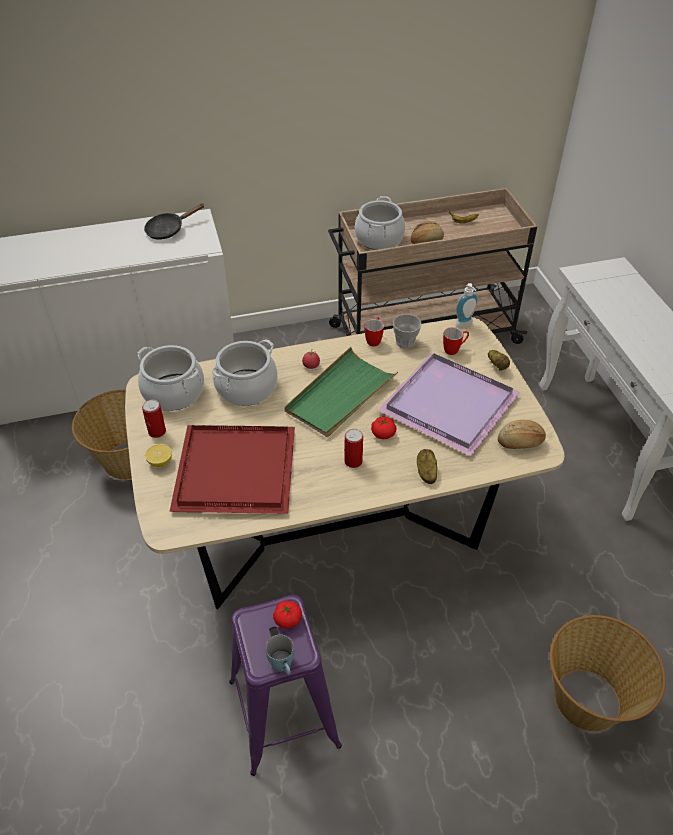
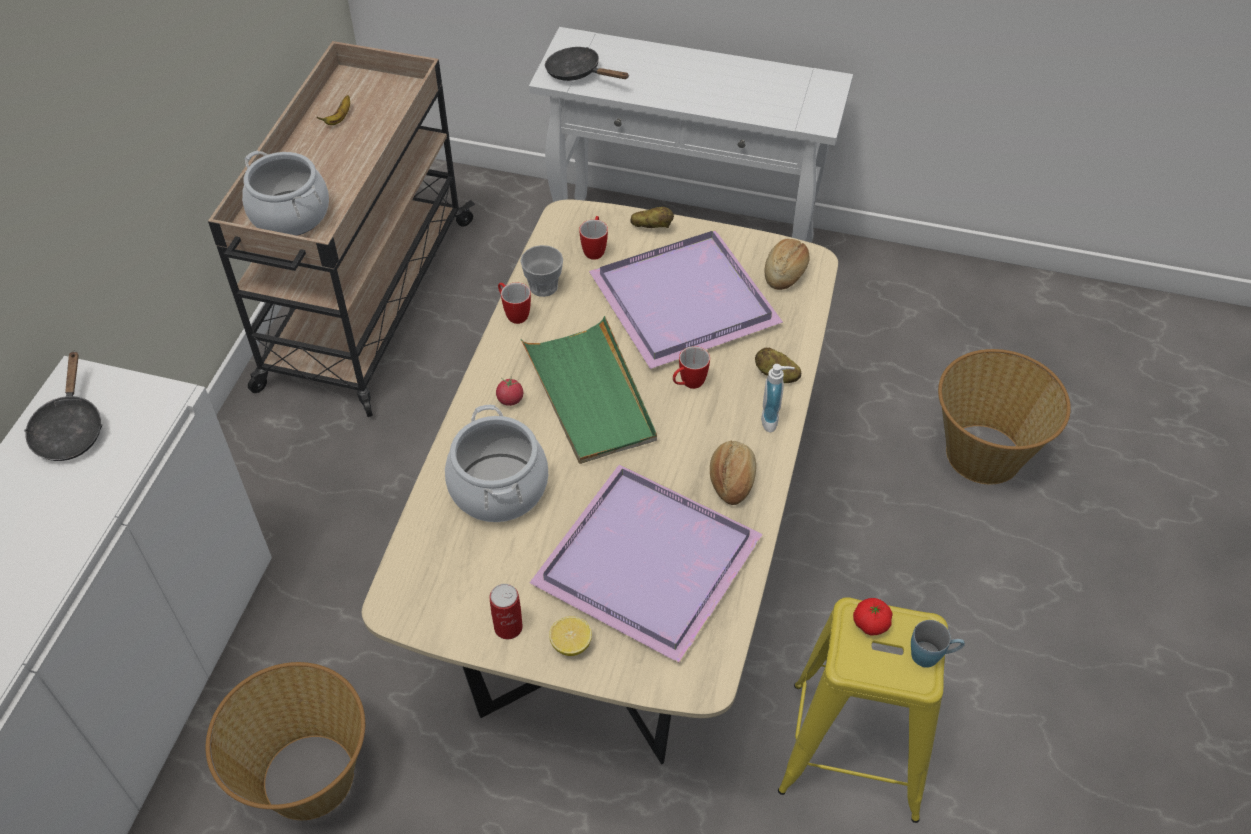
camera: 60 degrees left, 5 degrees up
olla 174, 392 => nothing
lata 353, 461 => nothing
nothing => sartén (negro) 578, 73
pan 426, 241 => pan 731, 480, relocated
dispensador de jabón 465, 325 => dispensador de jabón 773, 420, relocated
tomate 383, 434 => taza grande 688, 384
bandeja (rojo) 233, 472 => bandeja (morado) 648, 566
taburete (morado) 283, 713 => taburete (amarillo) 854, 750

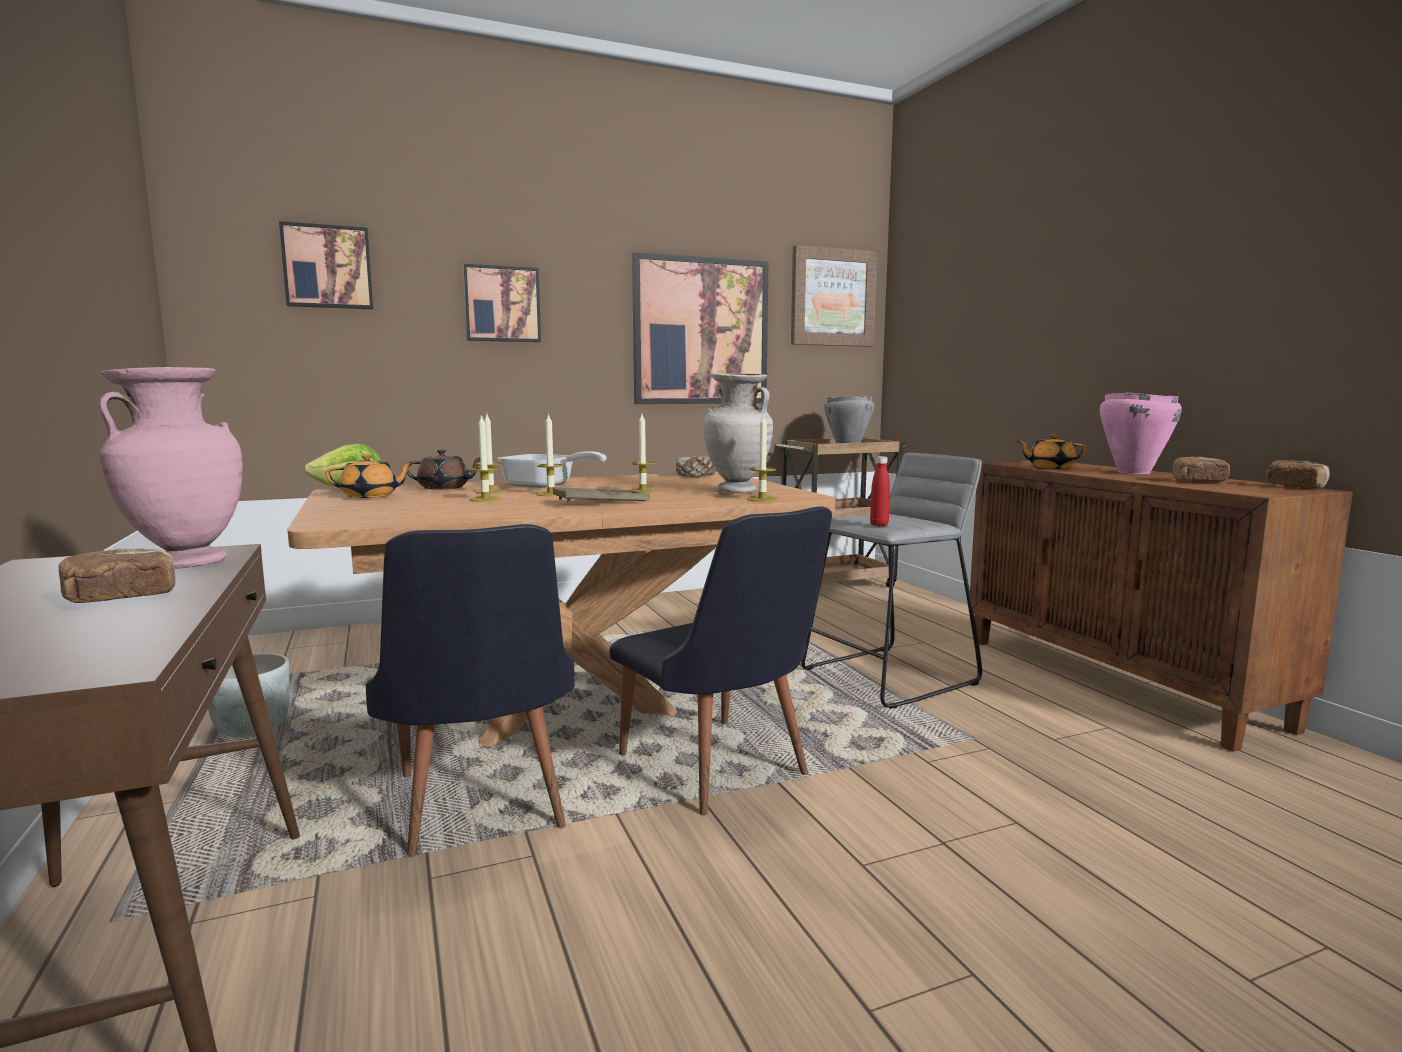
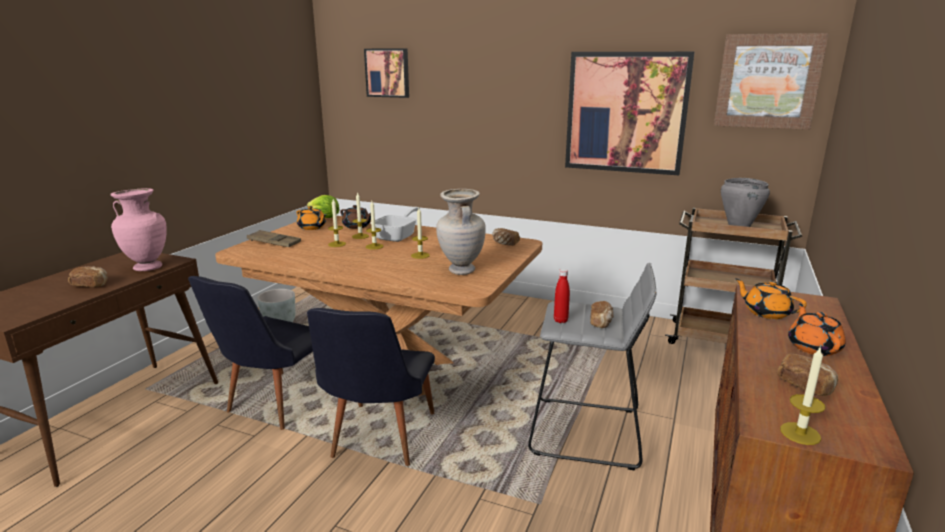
camera: 45 degrees right, 10 degrees up
cuadro 502, 304 => nothing
bandeja (marrón) 601, 502 => bandeja (marrón) 274, 242, relocated
vela 762, 499 => vela 800, 433, relocated
pan 1295, 487 => pan 601, 322, relocated
olla (rosa) 1132, 472 => tetera (naranja) 813, 347
sartén 545, 486 => sartén 398, 236, 135 degrees counterclockwise

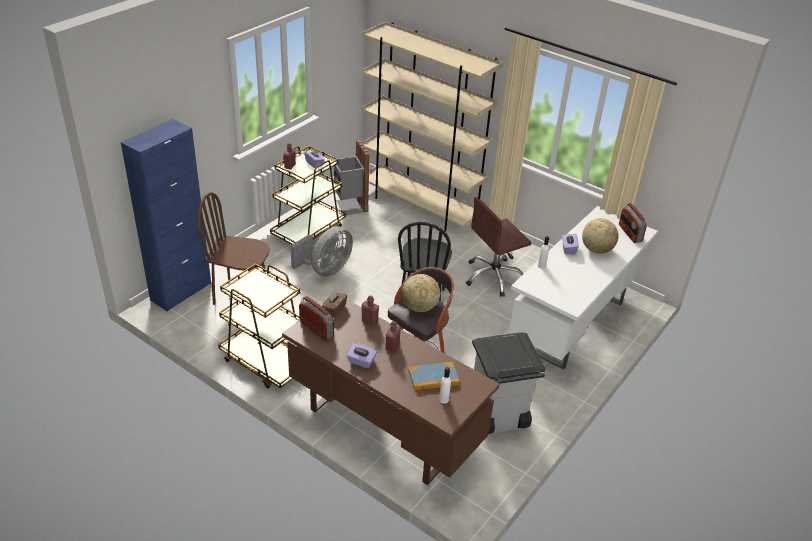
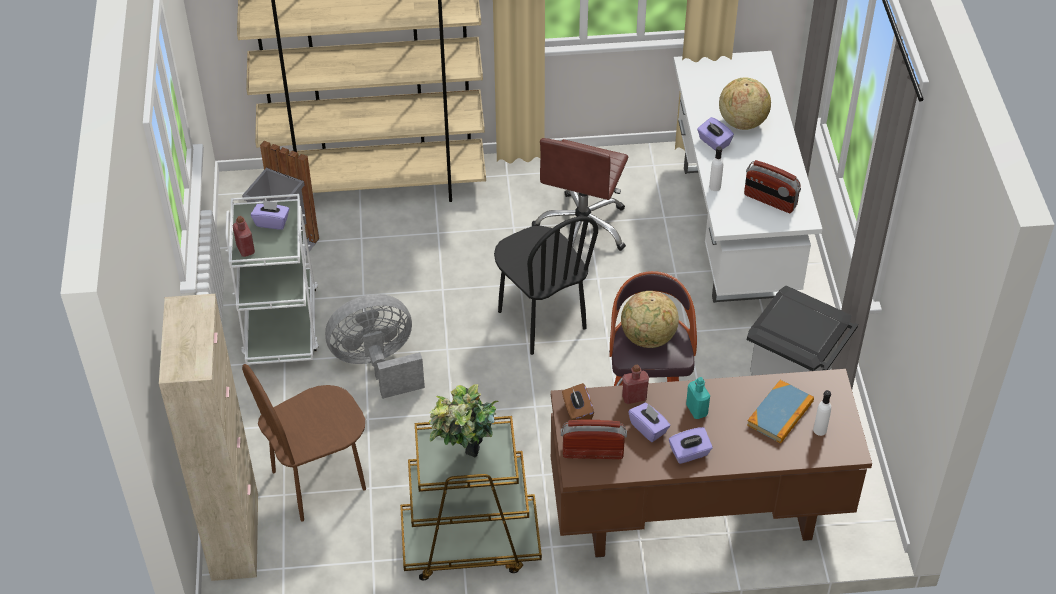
camera: 40 degrees left, 10 degrees up
nothing => planta en maceta 464, 466
nothing => caja de pañuelos (morado) 648, 428
radio 629, 233 => radio 770, 200, relocated
armario (azul) 181, 292 => armario (beis) 235, 537
carrito (marrón) 309, 231 => carrito (blanco) 281, 324
botella (rojo) 392, 347 => botella (turquesa) 696, 410
ventilador (gris) 325, 270 => ventilador (gris) 378, 365, 105 degrees counterclockwise

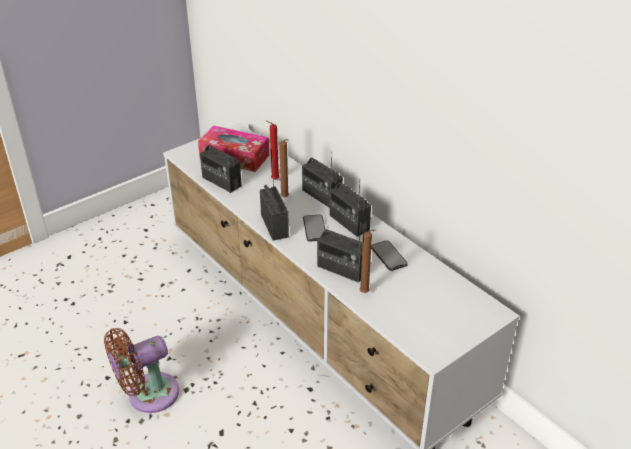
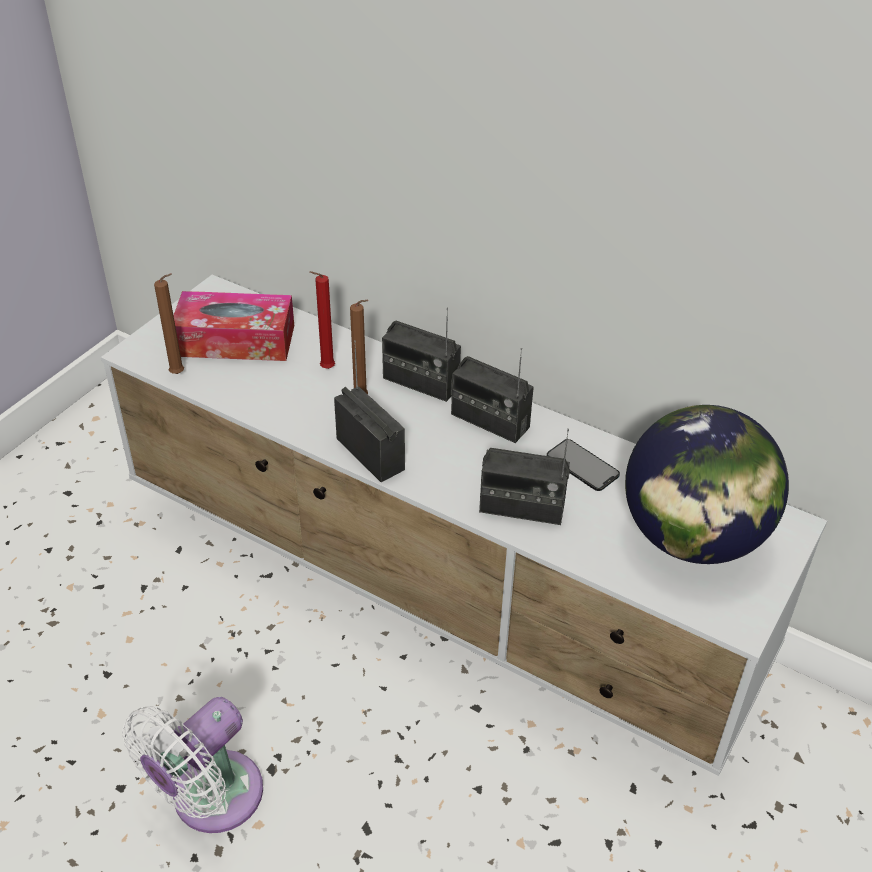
camera: 20 degrees left, 5 degrees up
radio 221, 182 => nothing
móvil 314, 228 => nothing
nothing => globo terráqueo 692, 538
vela (marrón) 365, 293 => vela (marrón) 179, 374, relocated
ventilador (marrón) 148, 395 => ventilador (blanco) 209, 799

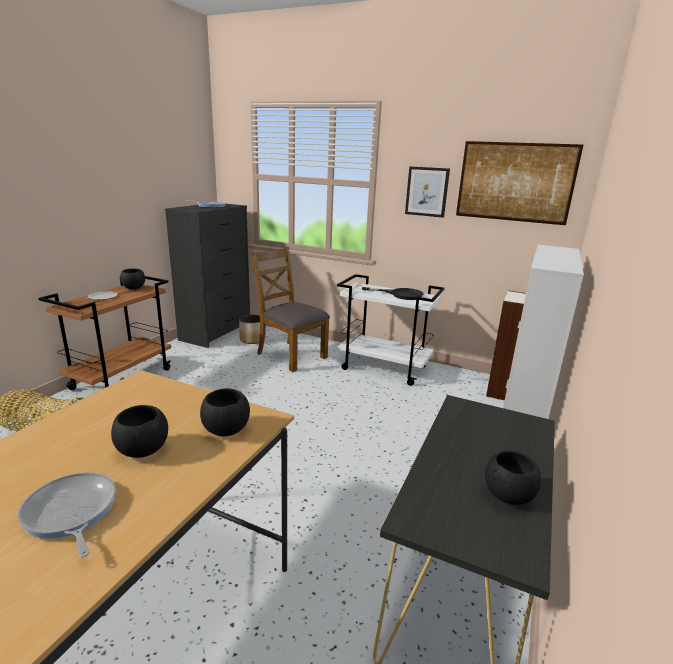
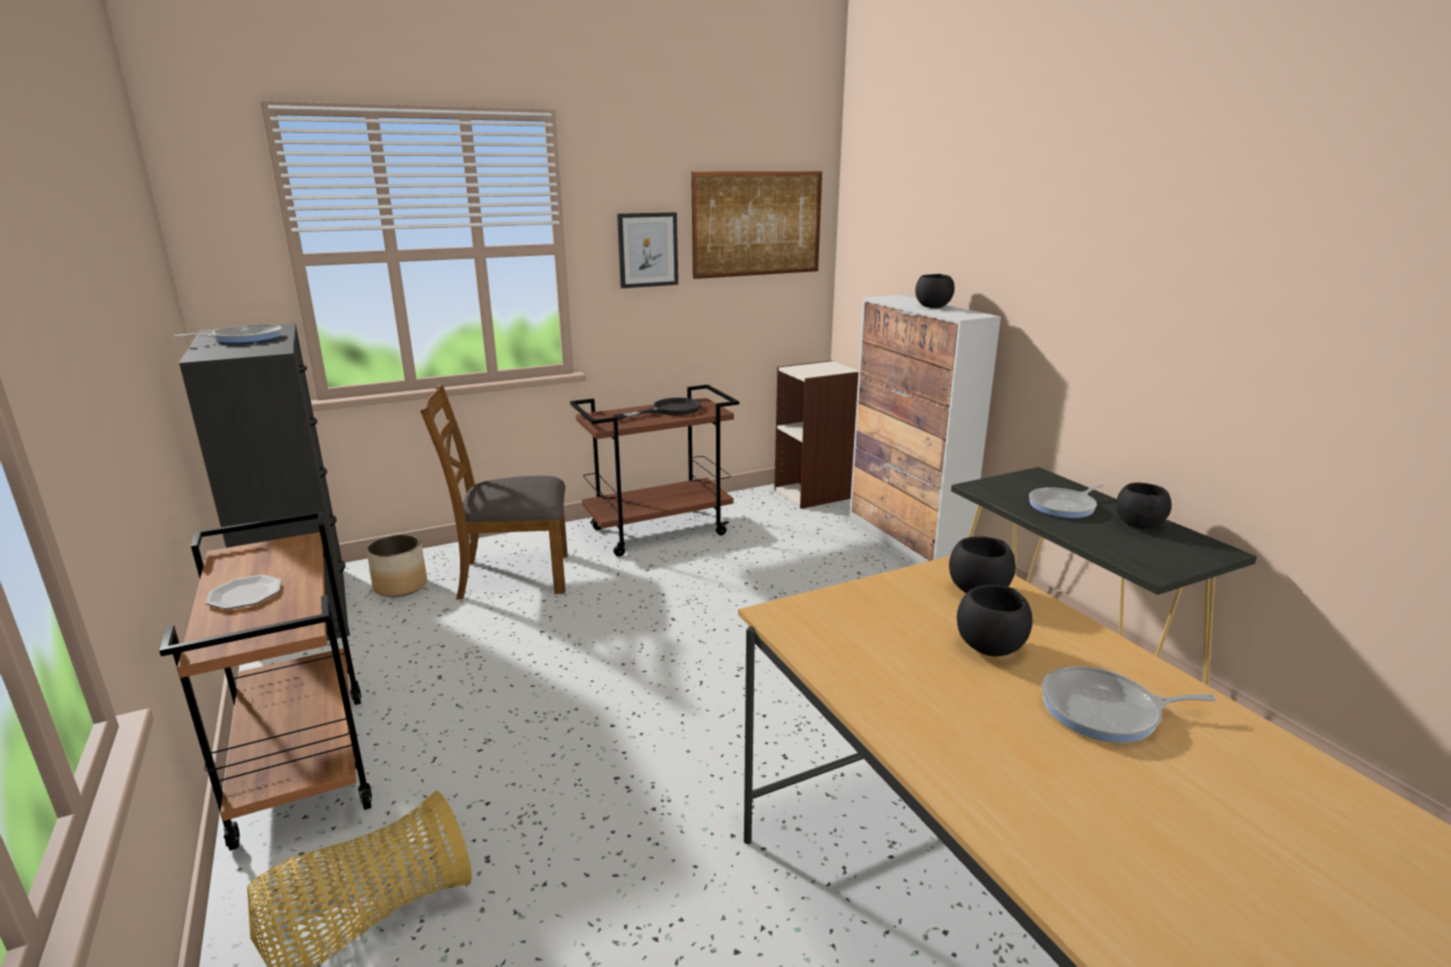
camera: 50 degrees left, 0 degrees up
nothing => sartén 1064, 506
cuenco (negro) 133, 288 => cuenco (negro) 932, 306, relocated
carrito (blanco) 384, 368 => carrito (marrón) 659, 531

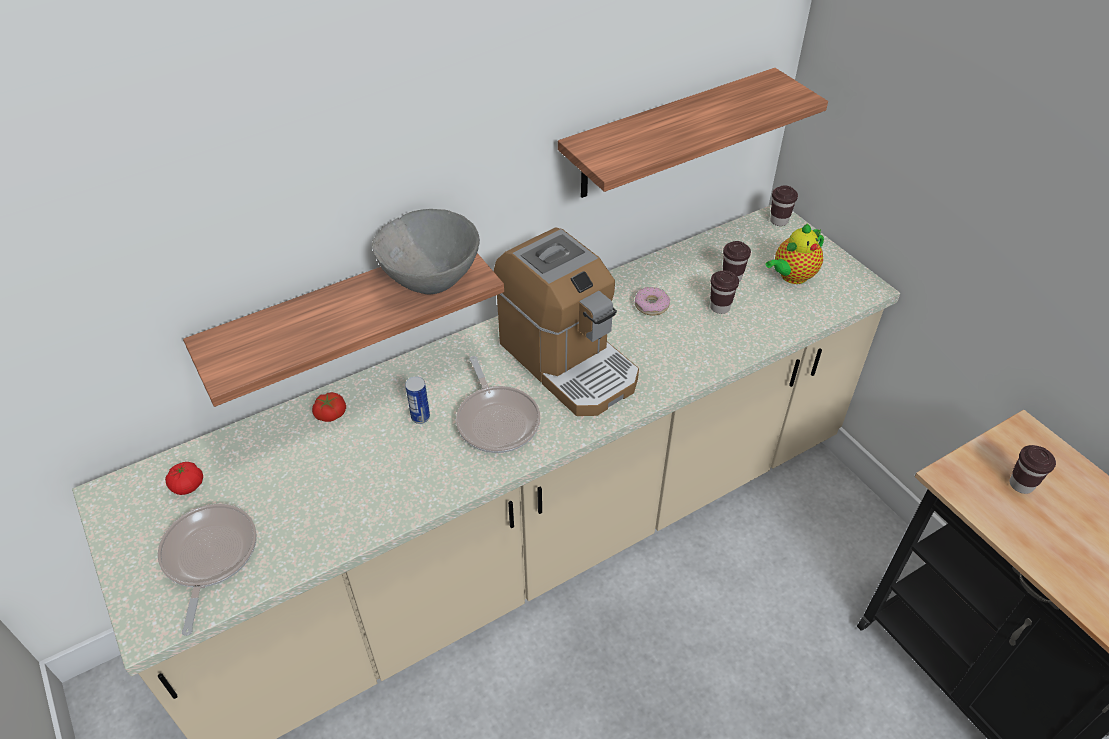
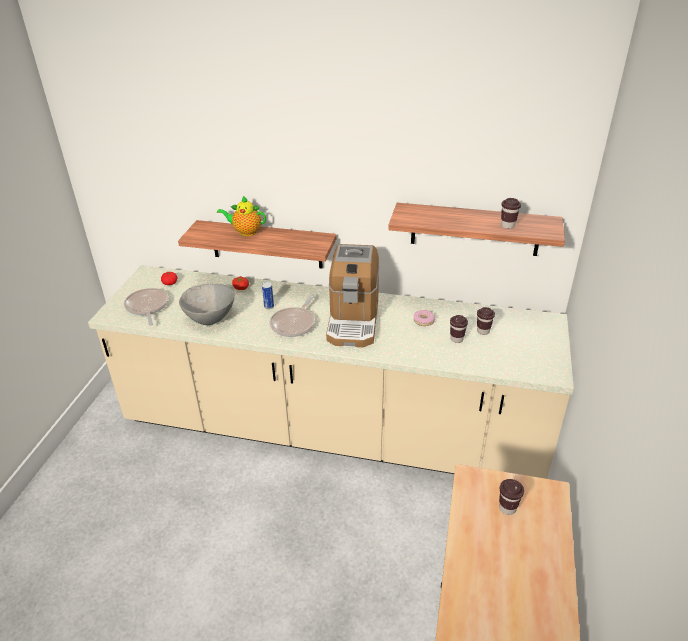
camera: 45 degrees right, 10 degrees down
cuenco (gris) 431, 280 => cuenco (gris) 210, 319, relocated
tetera 792, 276 => tetera 245, 232, relocated
taza (marrón) 779, 221 => taza (marrón) 507, 226, relocated
sartén 209, 557 => sartén 147, 307, 60 degrees counterclockwise

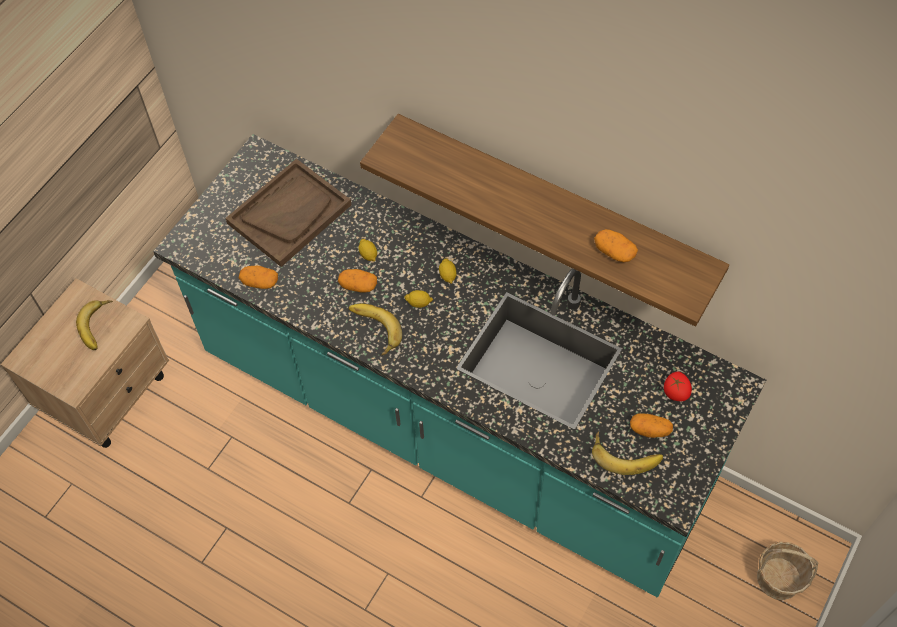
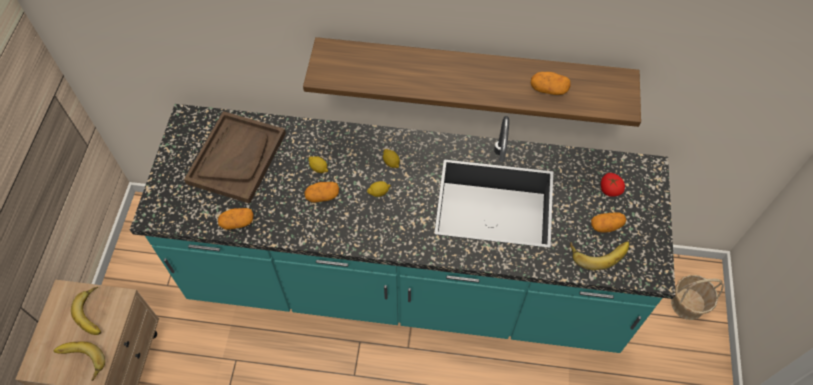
camera: 25 degrees left, 0 degrees up
plátano 373, 330 => plátano 80, 361, relocated

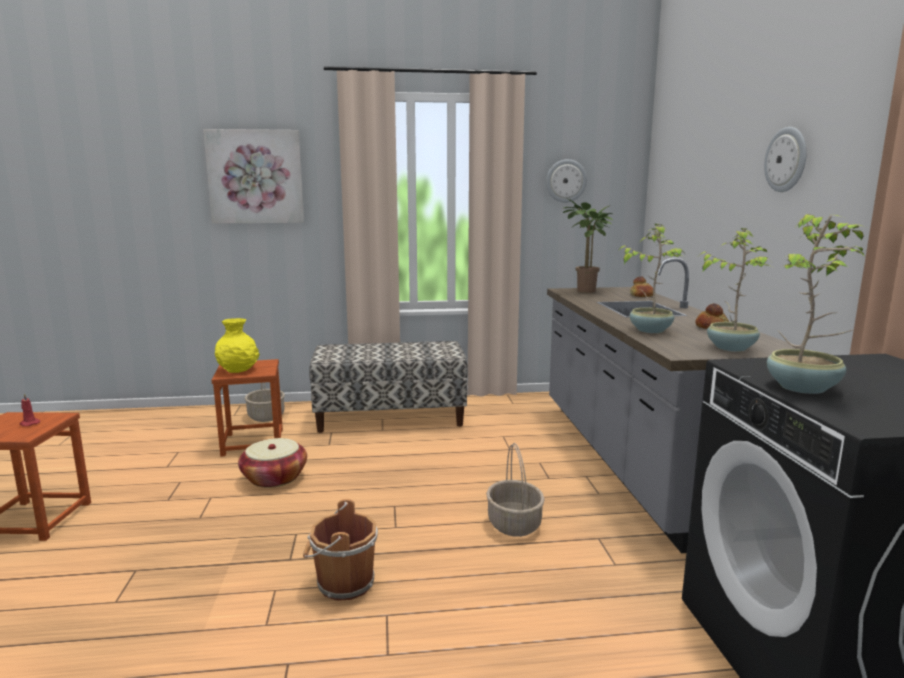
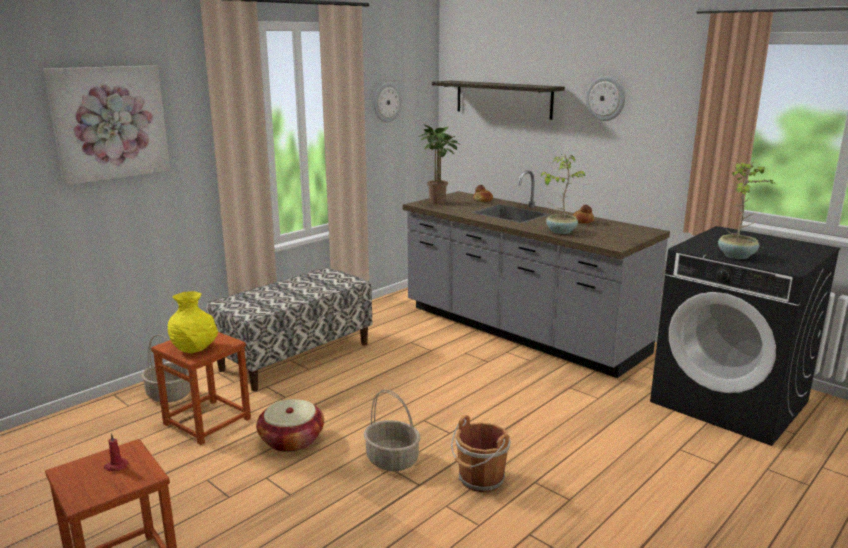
camera: 40 degrees left, 5 degrees up
planta en maceta 730, 347 => nothing
nothing => estante 503, 99
cesta 515, 524 => cesta 393, 460, relocated

